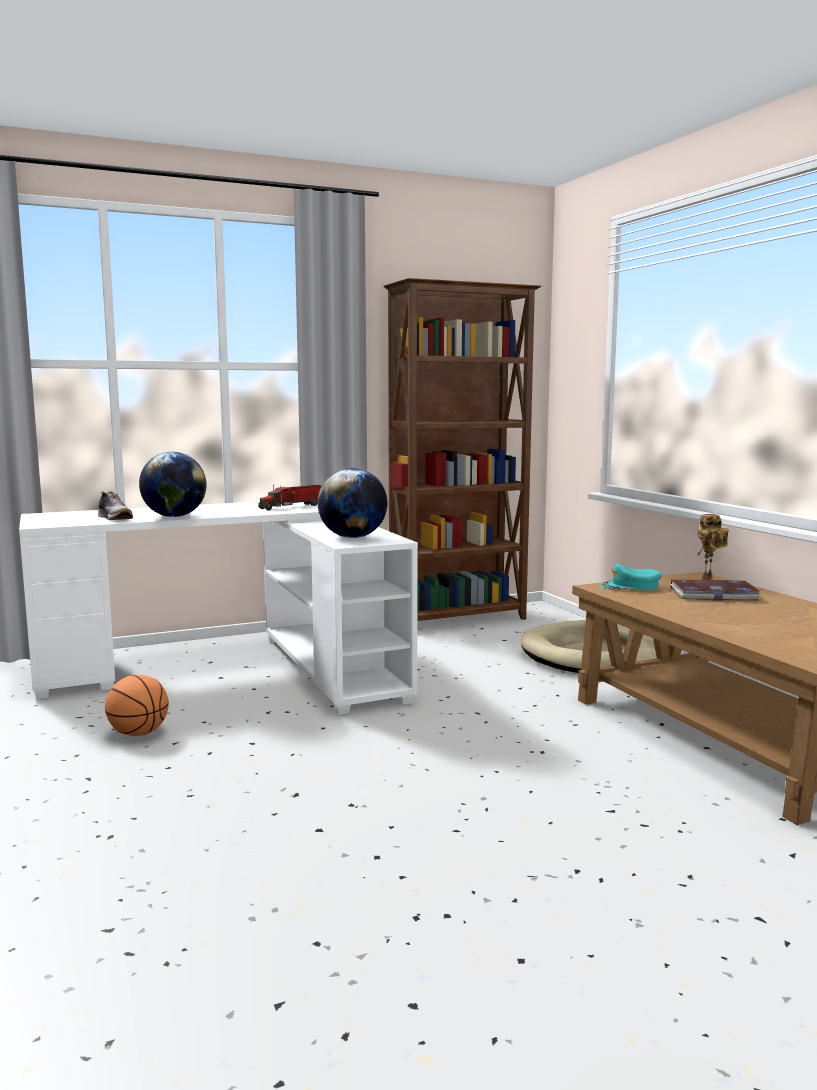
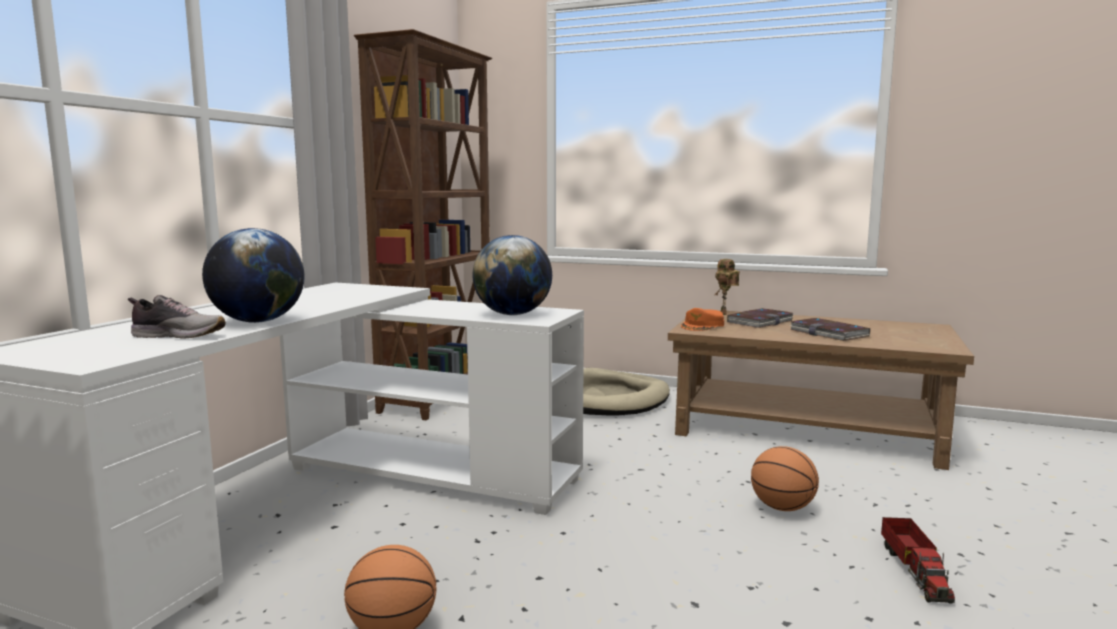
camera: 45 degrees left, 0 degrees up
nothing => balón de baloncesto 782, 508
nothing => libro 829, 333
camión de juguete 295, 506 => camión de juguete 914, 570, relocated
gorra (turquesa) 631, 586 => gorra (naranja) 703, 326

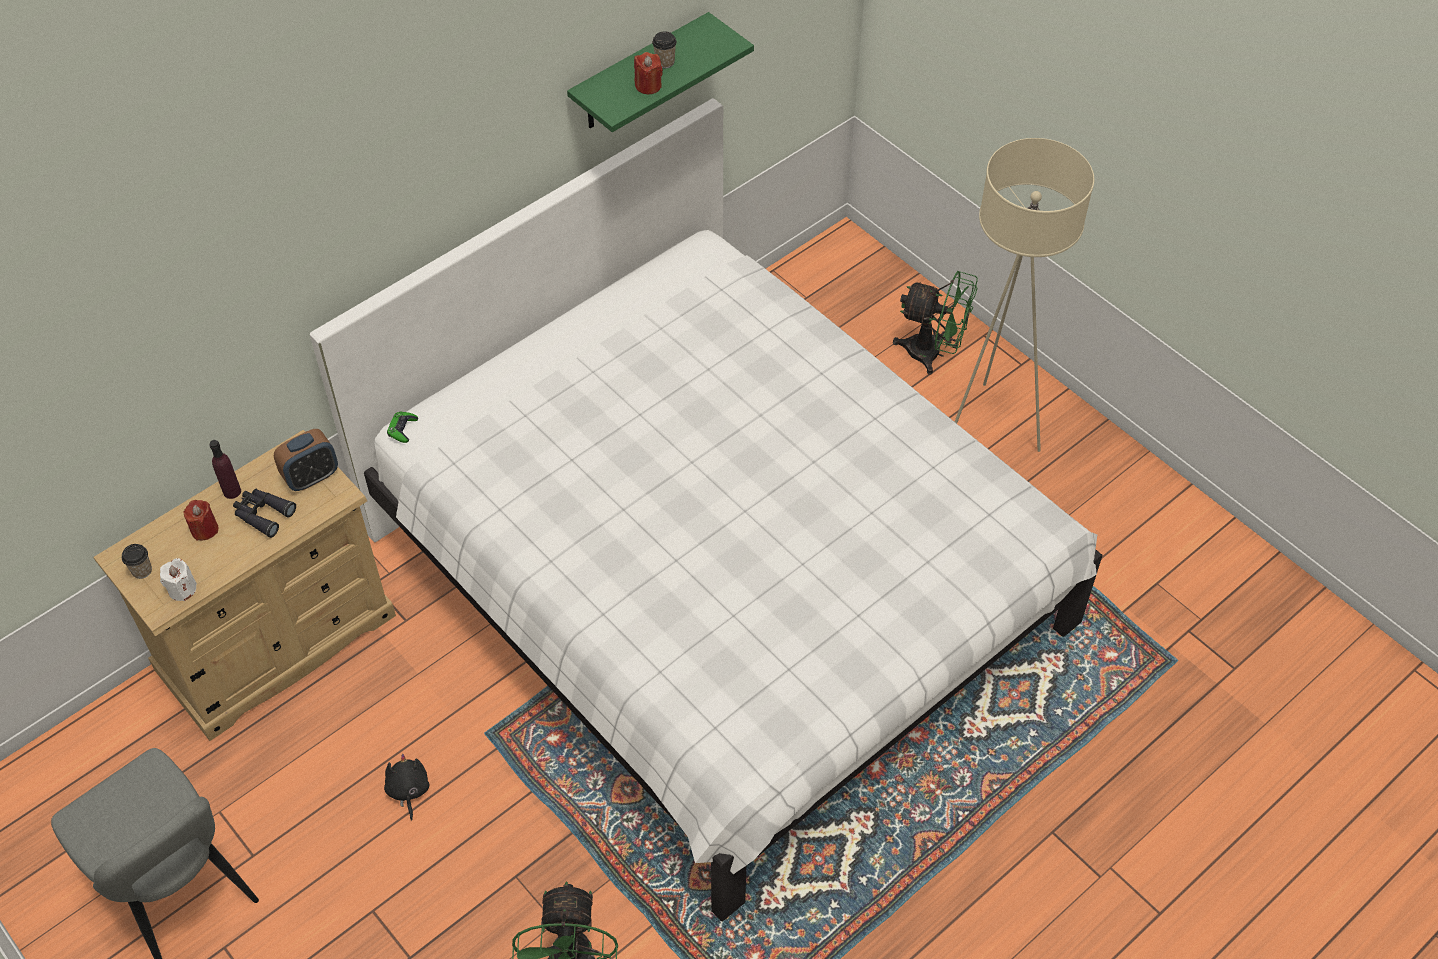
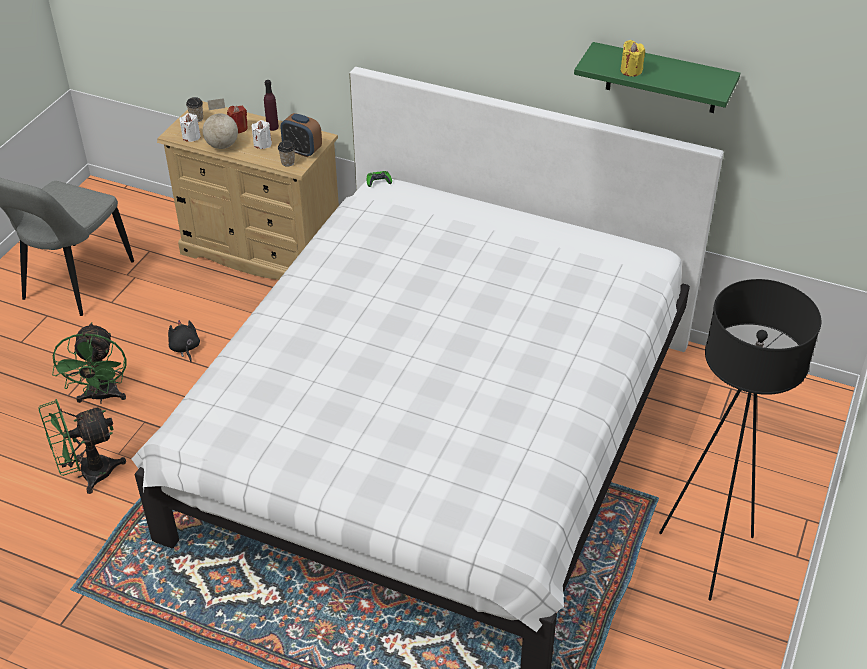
camera: 65 degrees right, 10 degrees down
nothing => globo terráqueo 222, 146
taza 665, 62 => taza 288, 162, relocated
ventilador (verde) 933, 353 => ventilador (verde) 102, 397, relocated
prismáticos (negro) 263, 514 => vela (blanco) 262, 144
vela (rojo) 648, 86 => vela (amarillo) 631, 70
lámpara de pie (beis) 989, 426 => lámpara de pie (negro) 709, 555
peluche (negro) 408, 790 => peluche (negro) 185, 348, 75 degrees counterclockwise

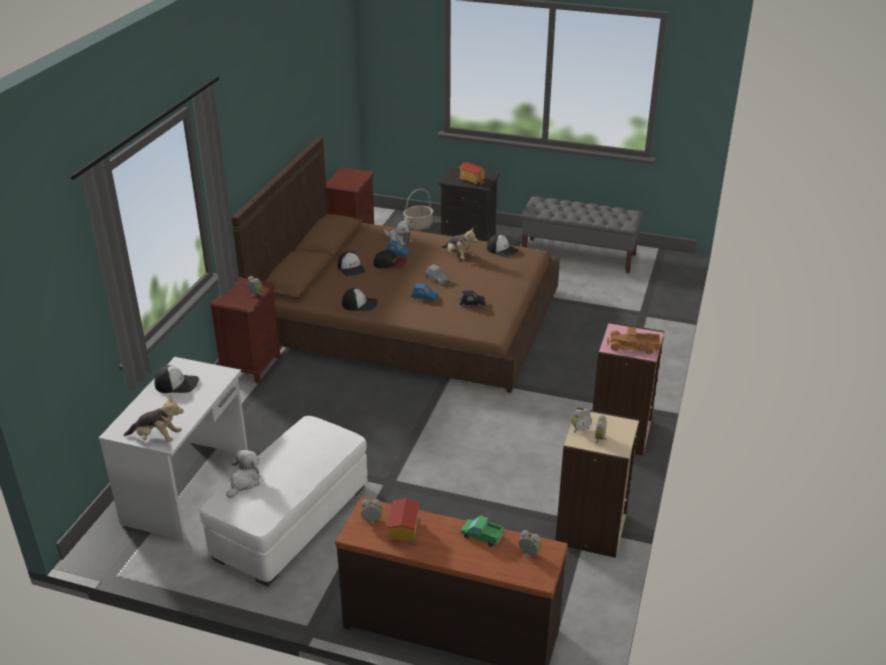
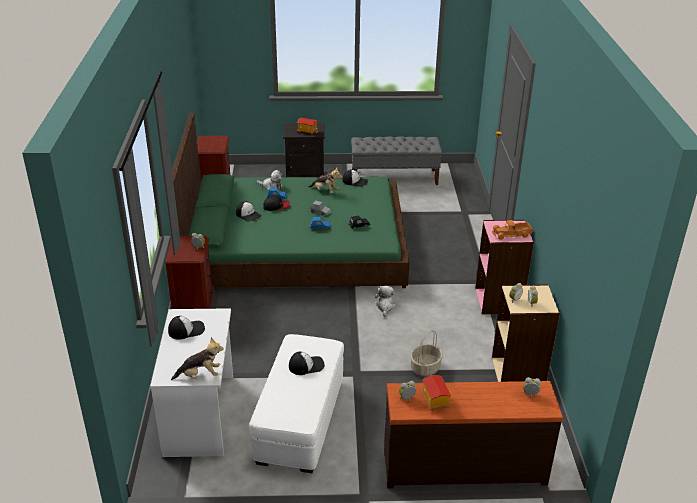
camera: 20 degrees left, 0 degrees up
camión de juguete 481, 536 => nothing
peluche 244, 482 => peluche 385, 307, relocated
gorra 360, 304 => gorra 306, 365, relocated
cesta 418, 225 => cesta 425, 367, relocated
cama (marrón) 408, 316 => cama (verde) 295, 246

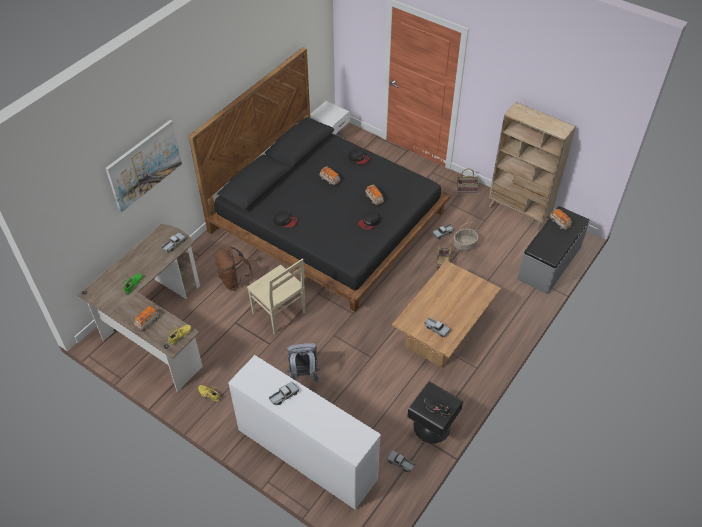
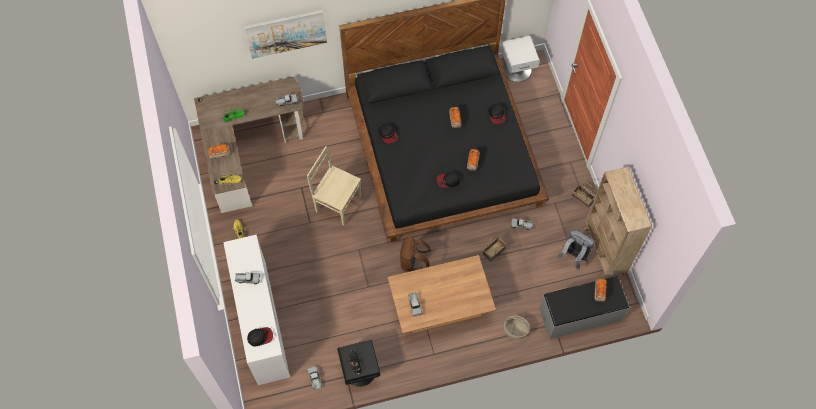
camera: 40 degrees right, 15 degrees up
nothing => gorra 260, 337
mochila (marrón) 234, 281 => mochila (marrón) 413, 263, relocated
mochila (gris) 303, 375 => mochila (gris) 573, 256, relocated
cesta 464, 245 => cesta 515, 330, relocated
silla (beis) 279, 313 => silla (beis) 337, 203, 120 degrees clockwise

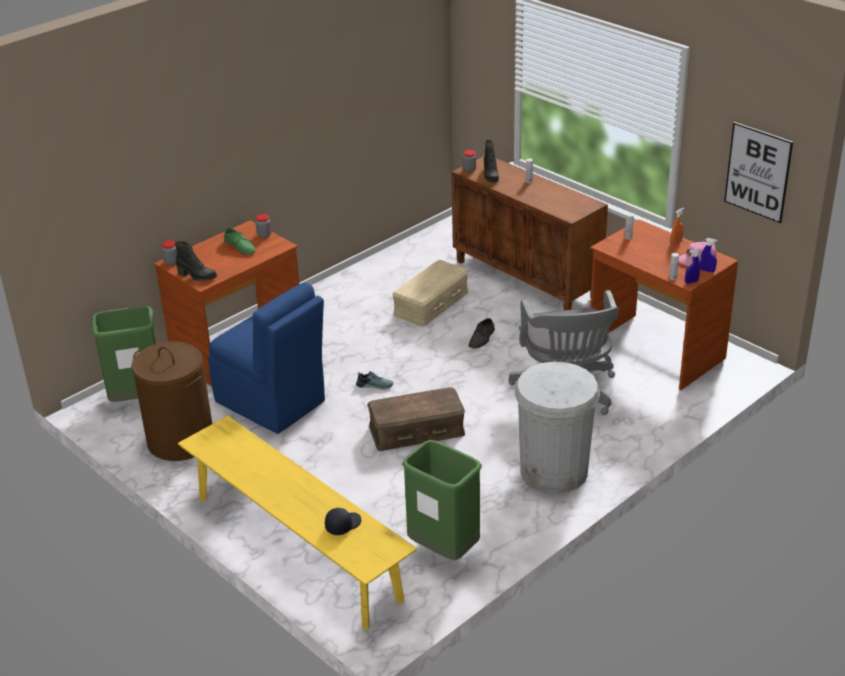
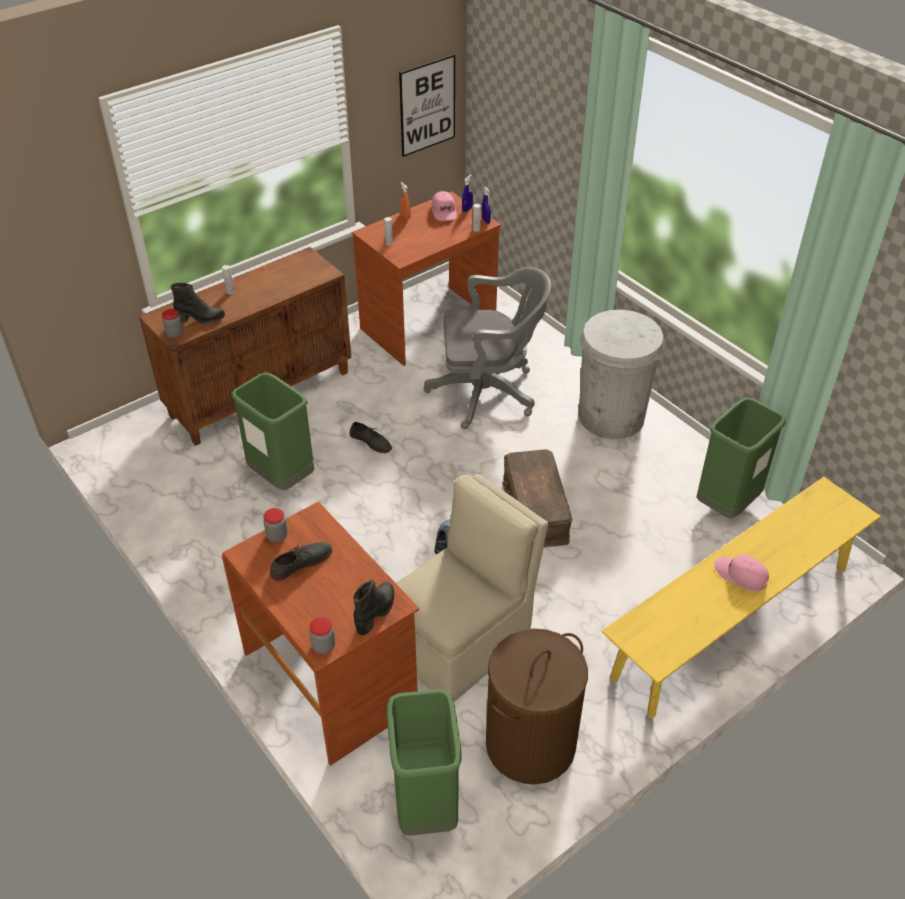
camera: 85 degrees left, 10 degrees up
gorra (negro) 342, 525 => nothing
nothing => gorra (rosa) 740, 575
caja de almacenaje (beis) 430, 303 => papelera (verde) 281, 477
silla (azul) 272, 403 => silla (beis) 462, 642
zapato (verde) 240, 246 => zapato (gris) 301, 562

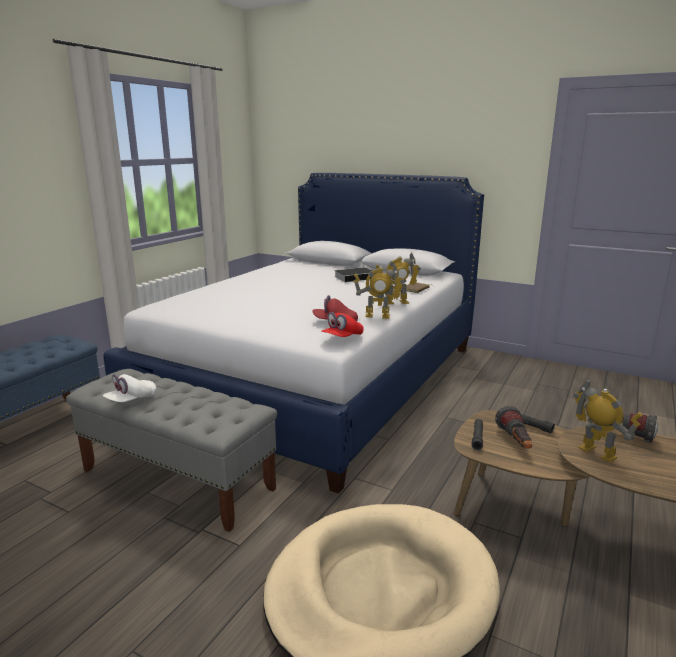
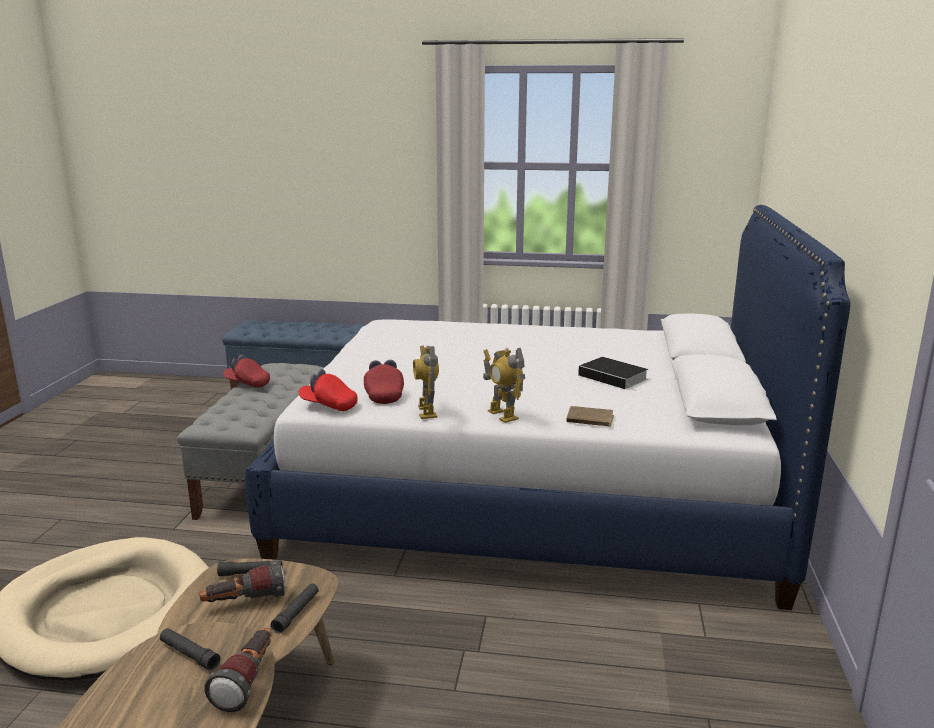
camera: 70 degrees right, 0 degrees up
robot de juguete 597, 452 => linterna (negro) 189, 655
gorra (blanco) 131, 400 => gorra (rojo) 247, 383

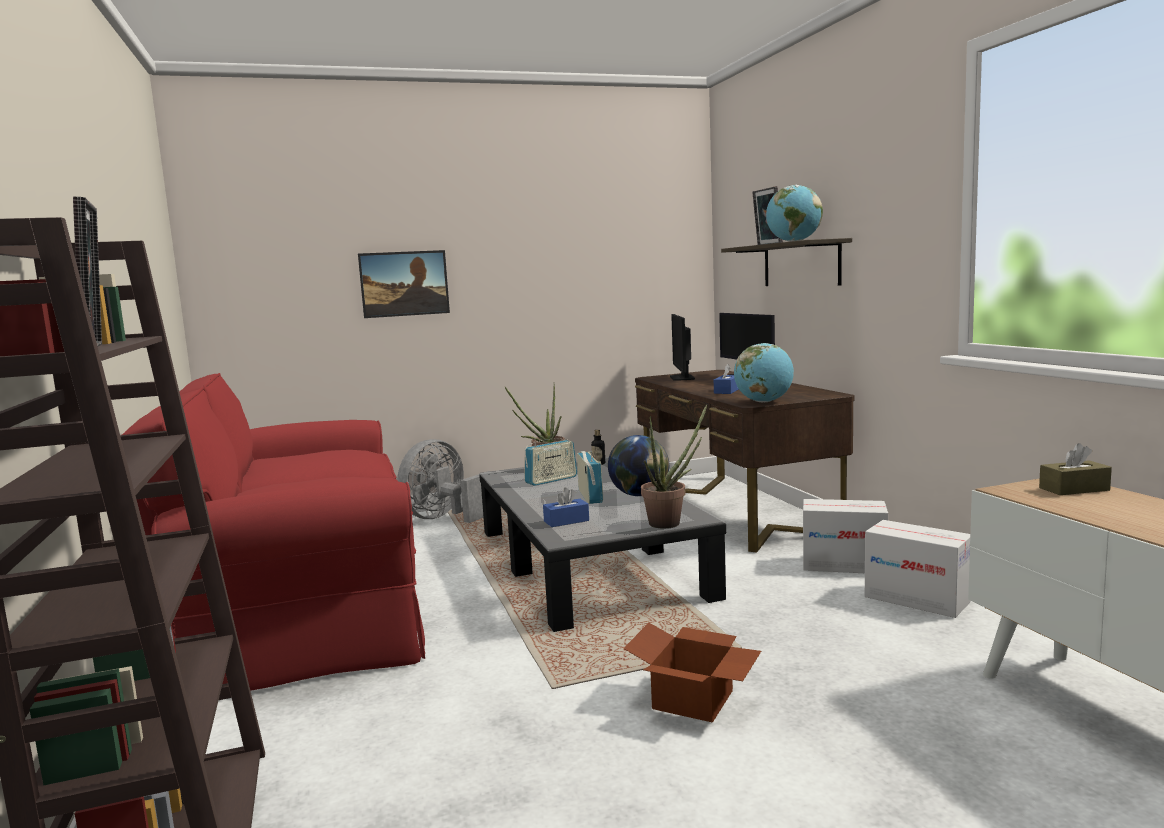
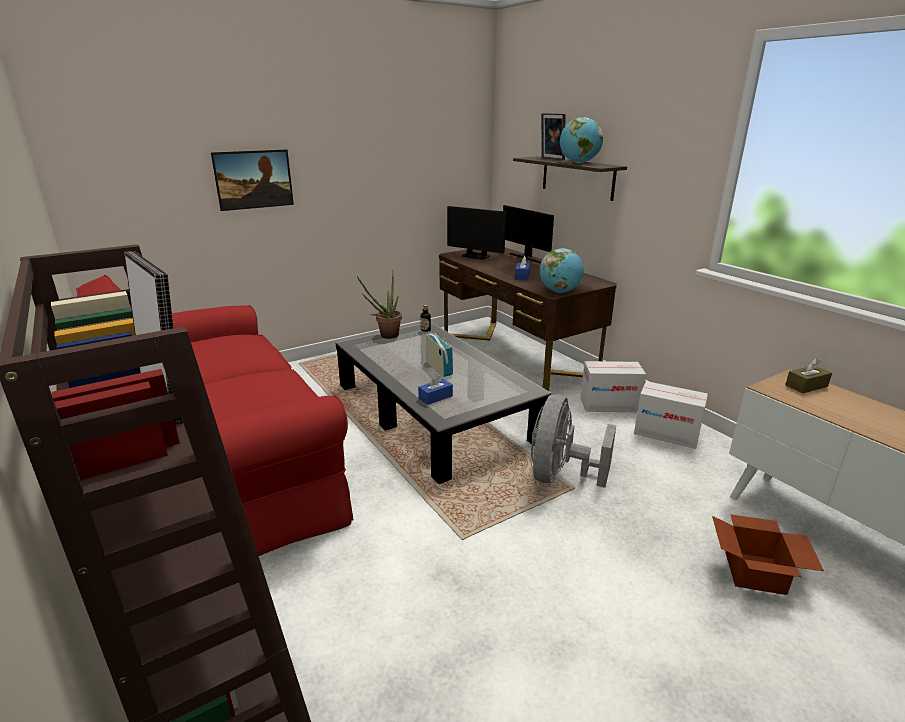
camera: 15 degrees left, 15 degrees up
radio 551, 480 => nothing
globo terráqueo 640, 495 => nothing
planta en maceta 670, 522 => nothing
ventilador (gris) 444, 518 => ventilador (gris) 560, 475, relocated
caja de cartón 694, 701 => caja de cartón 756, 573, relocated
monitor 682, 378 => monitor 476, 256, 45 degrees counterclockwise

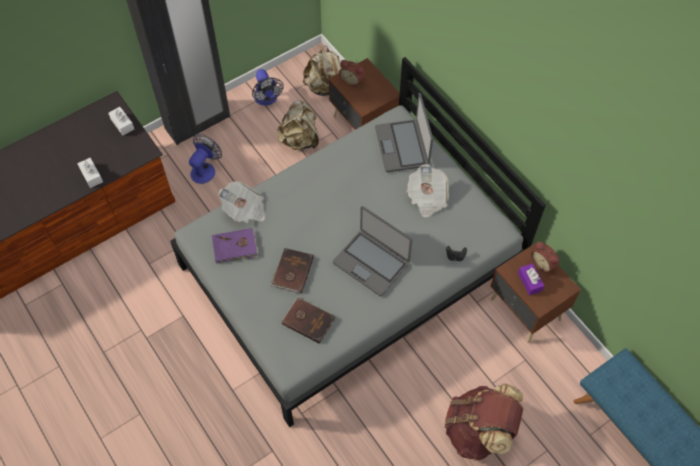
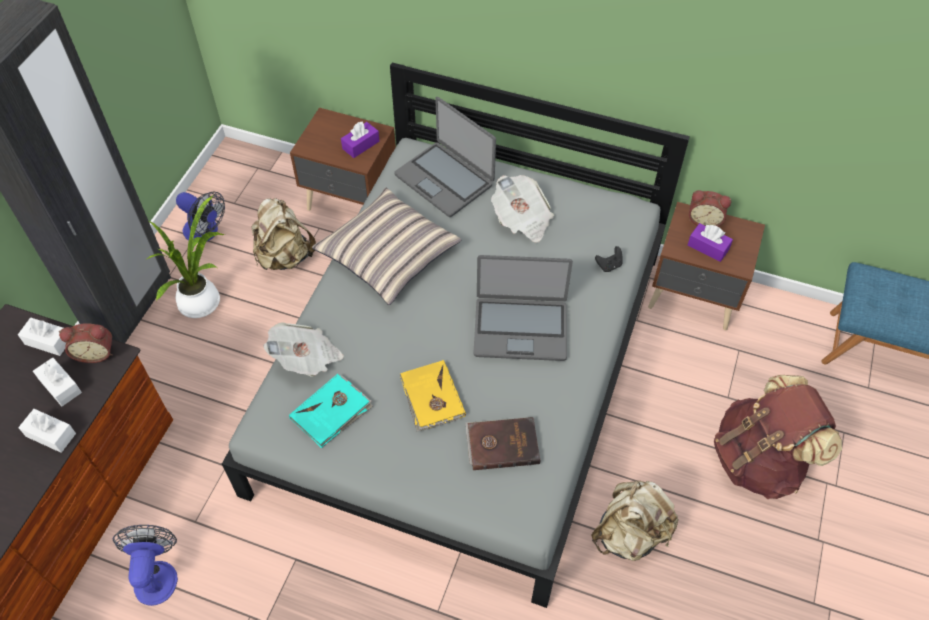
camera: 35 degrees left, 5 degrees down
nothing => caja de pañuelos (blanco) 60, 386
nothing => planta en maceta 203, 301
nothing => cojín 388, 254
nothing => caja de pañuelos (morado) 361, 145
ventilador 205, 169 => ventilador 156, 574, relocated
mochila (beis) 326, 87 => mochila (beis) 630, 534, relocated
despertador 352, 80 => despertador 96, 352, relocated
libro (morado) 235, 247 => libro (turquesa) 331, 412
libro (marrón) 292, 271 => libro (amarillo) 431, 397

